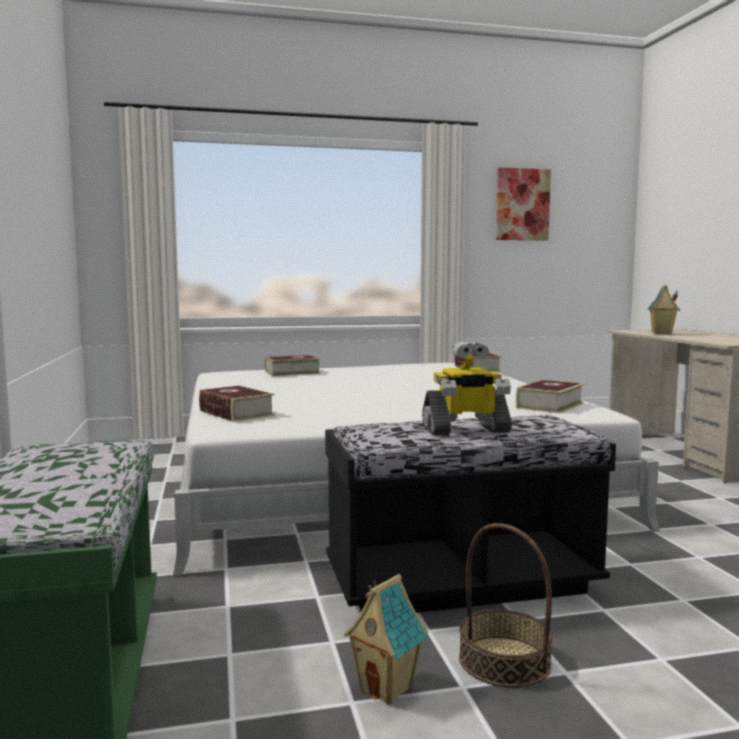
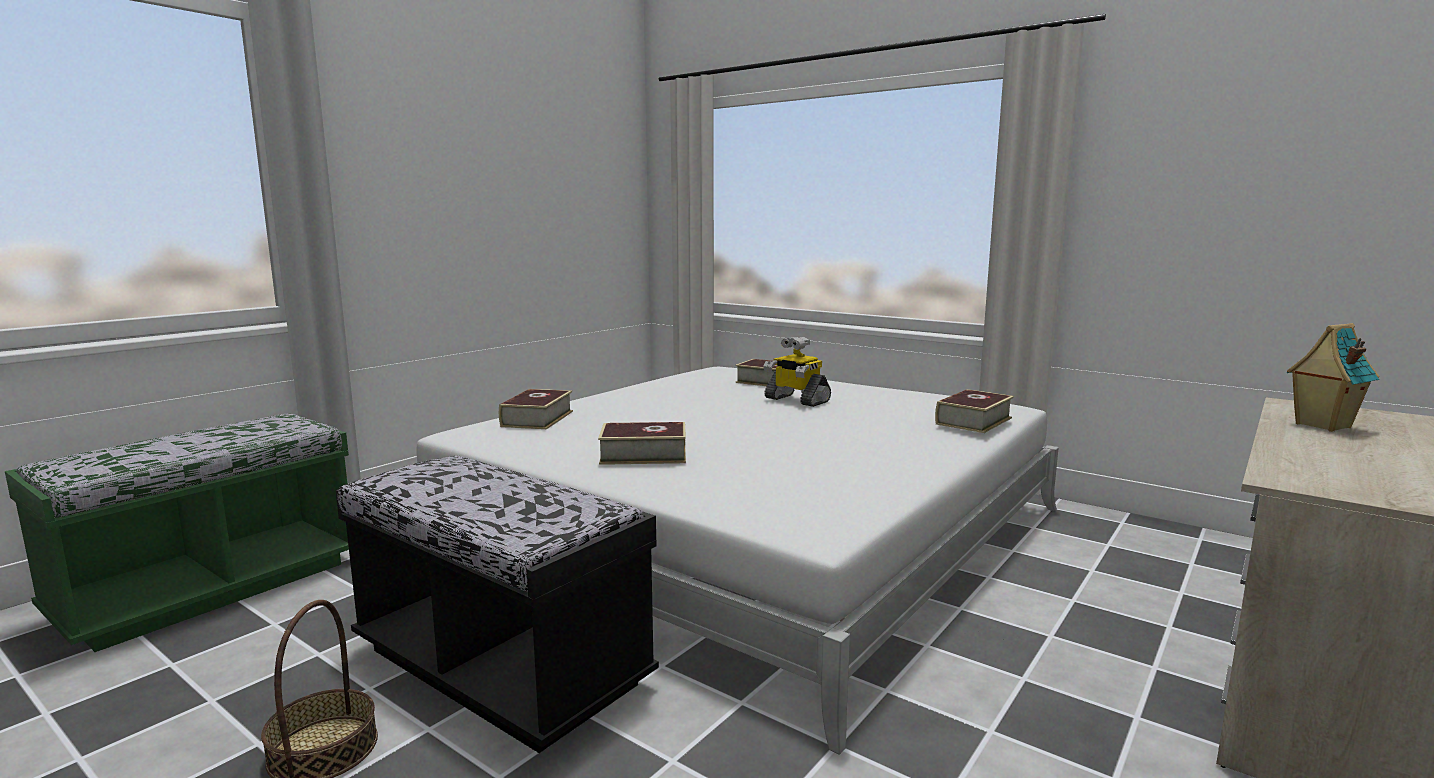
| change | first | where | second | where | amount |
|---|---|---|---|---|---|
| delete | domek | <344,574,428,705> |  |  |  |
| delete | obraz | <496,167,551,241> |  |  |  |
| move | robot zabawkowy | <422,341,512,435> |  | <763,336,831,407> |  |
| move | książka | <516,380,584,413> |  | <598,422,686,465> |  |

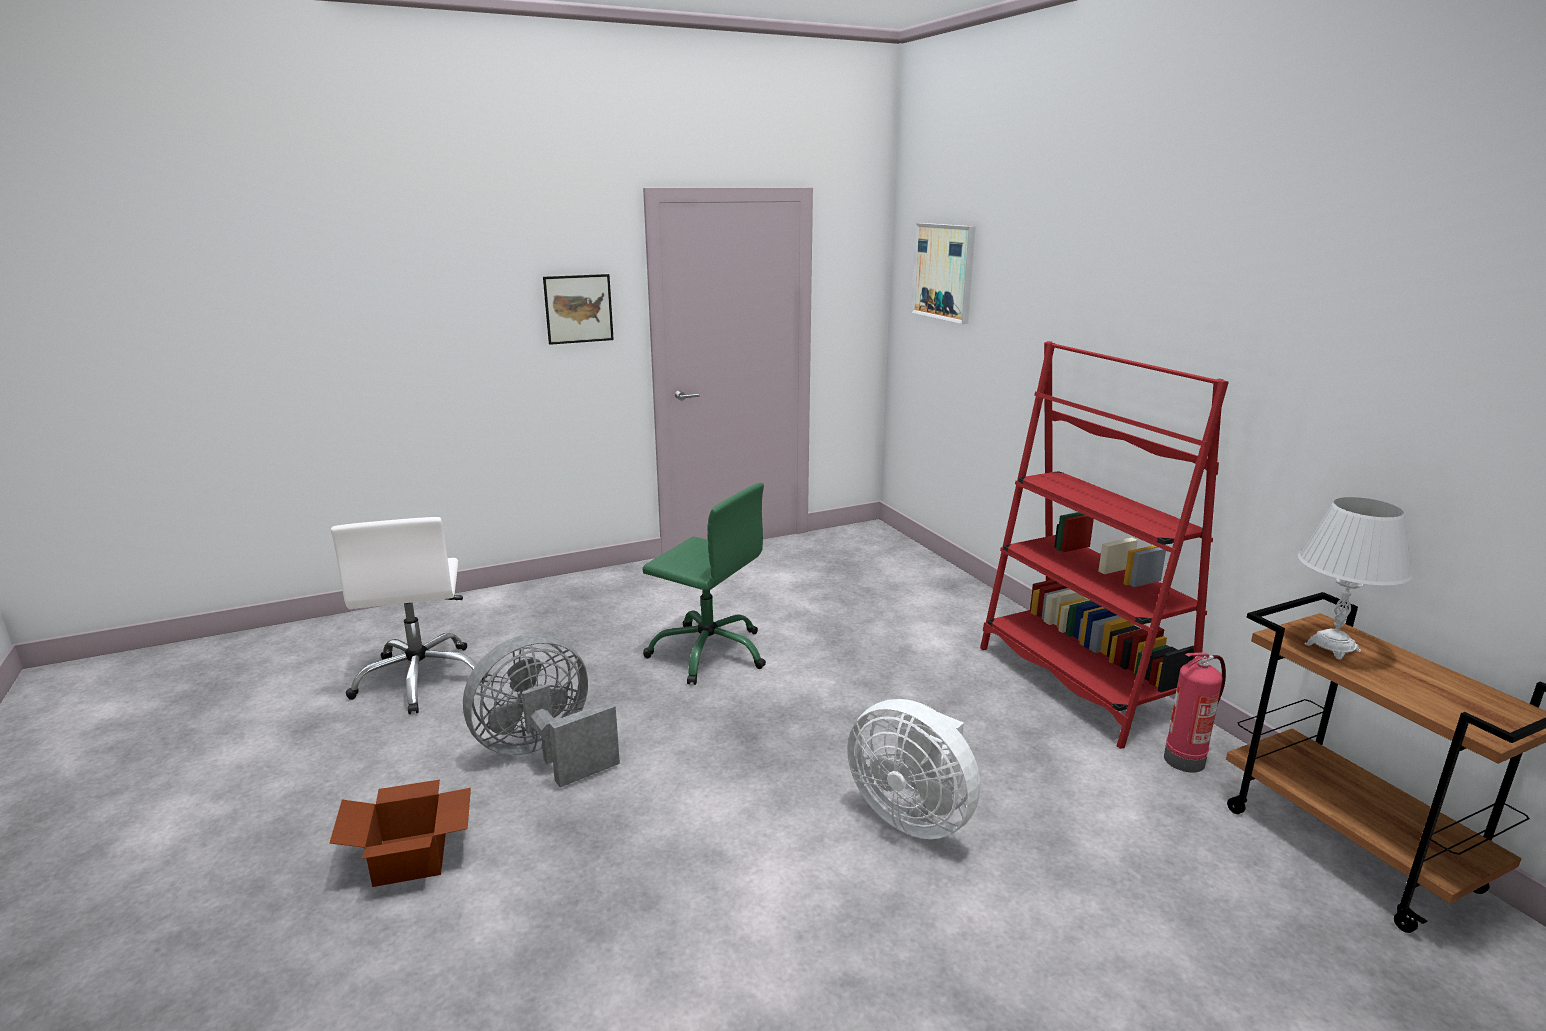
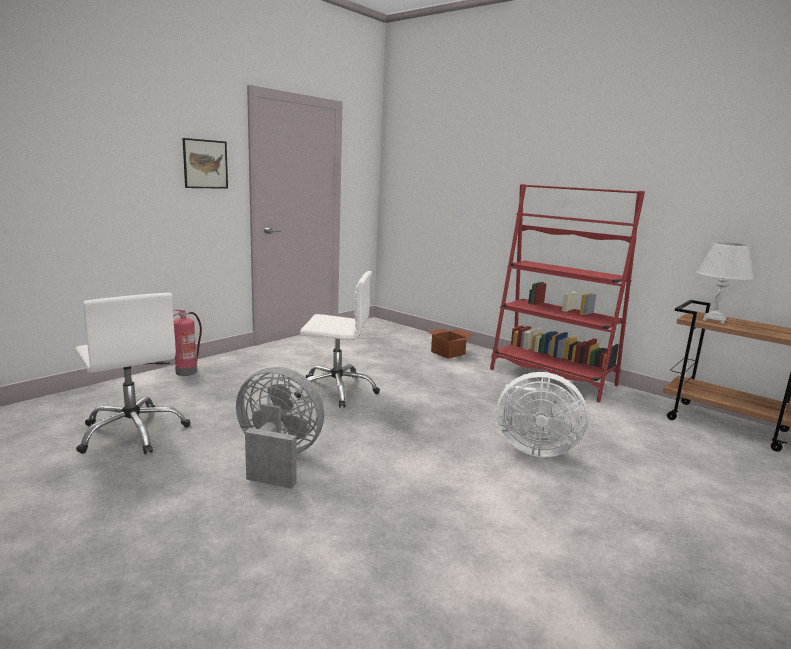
| change | first | where | second | where | amount |
|---|---|---|---|---|---|
| delete | obraz | <911,223,975,324> |  |  |  |
| move | karton | <330,780,471,887> |  | <428,329,474,359> |  |
| move | gaśnica | <1164,652,1226,772> |  | <173,310,202,376> |  |
| recolor | krzesło biurowe [zielony] | <642,483,766,685> | krzesło biurowe [biały] | <294,271,380,408> |  |
| rotate | wentylator [szary] | <463,634,620,787> |  | <236,367,324,489> | 75 degrees clockwise |

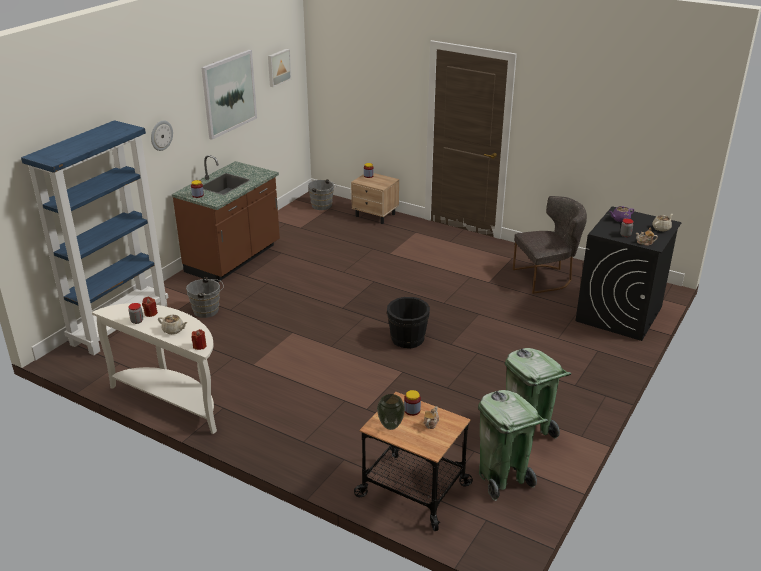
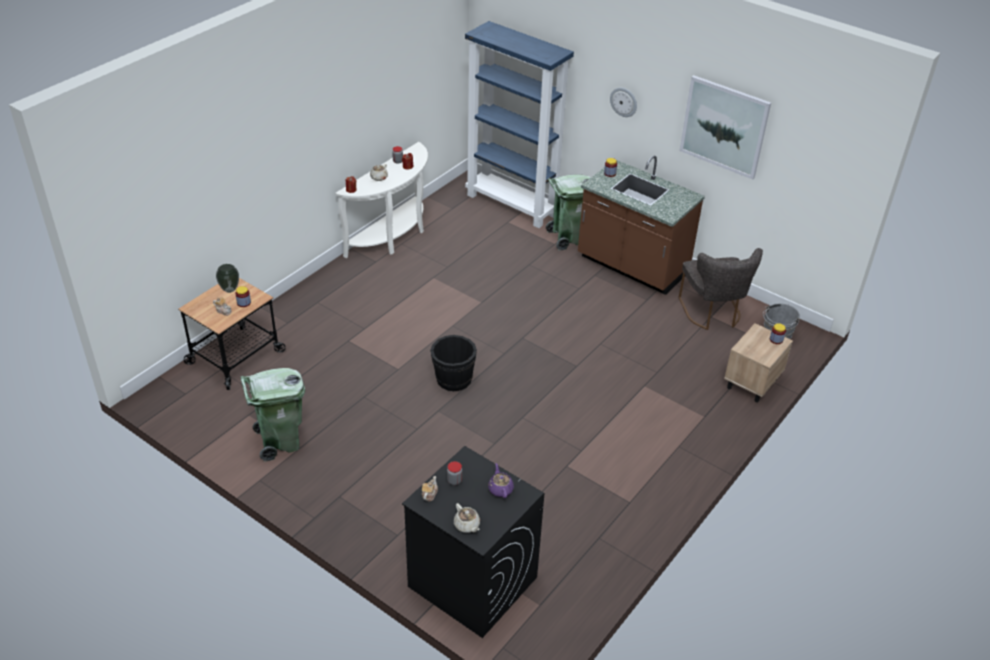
| change | first | where | second | where | amount |
|---|---|---|---|---|---|
| delete | wiadro [szary] | <186,277,224,318> |  |  |  |
| delete | obraz | <268,49,291,87> |  |  |  |
| move | kosz na śmieci [zielony] | <478,390,548,501> |  | <546,174,591,251> |  |
| move | krzesło [szary] | <513,196,587,294> |  | <679,248,763,330> |  |

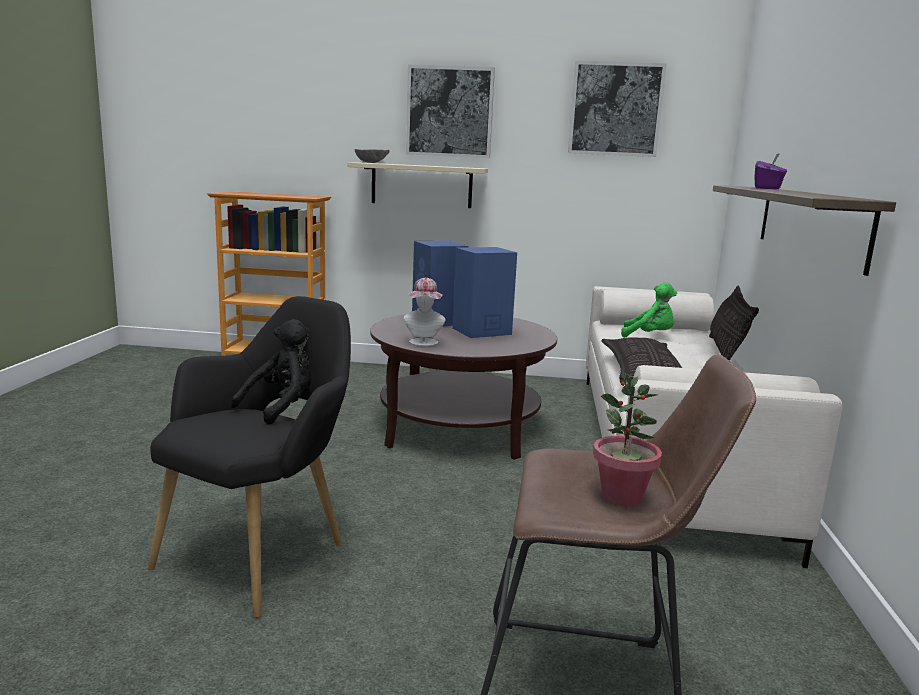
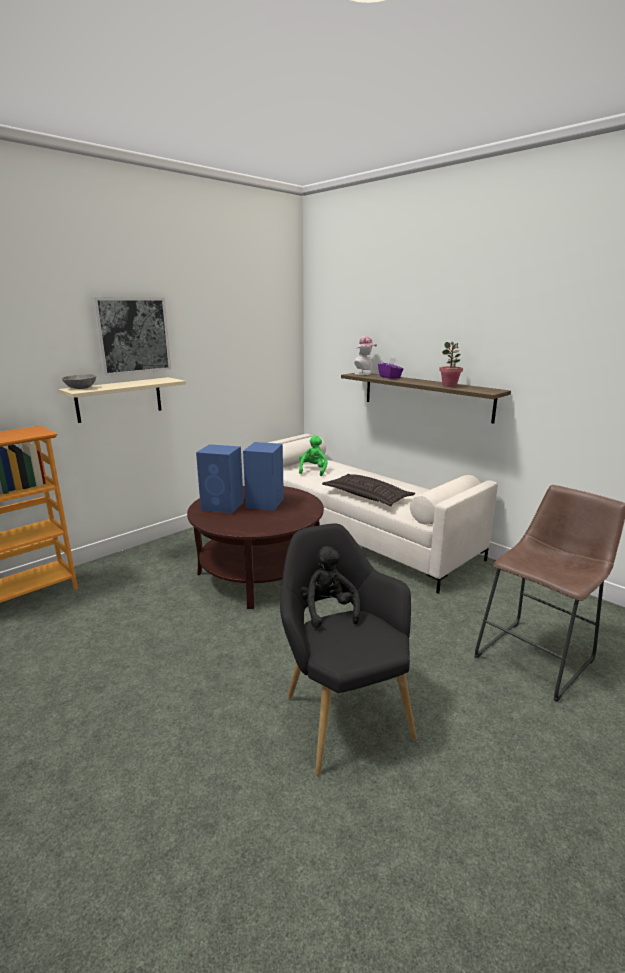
| change | first | where | second | where | amount |
|---|---|---|---|---|---|
| delete | obraz | <568,61,667,157> |  |  |  |
| delete | poduszka | <709,286,759,361> |  |  |  |
| move | kapelusz | <403,278,446,346> |  | <354,336,377,375> |  |
| move | roślina doniczkowa | <593,373,662,507> |  | <439,342,463,387> |  |
| rotate | pluszak [zielony] | <621,282,677,338> |  | <299,435,328,476> | 45 degrees counterclockwise |

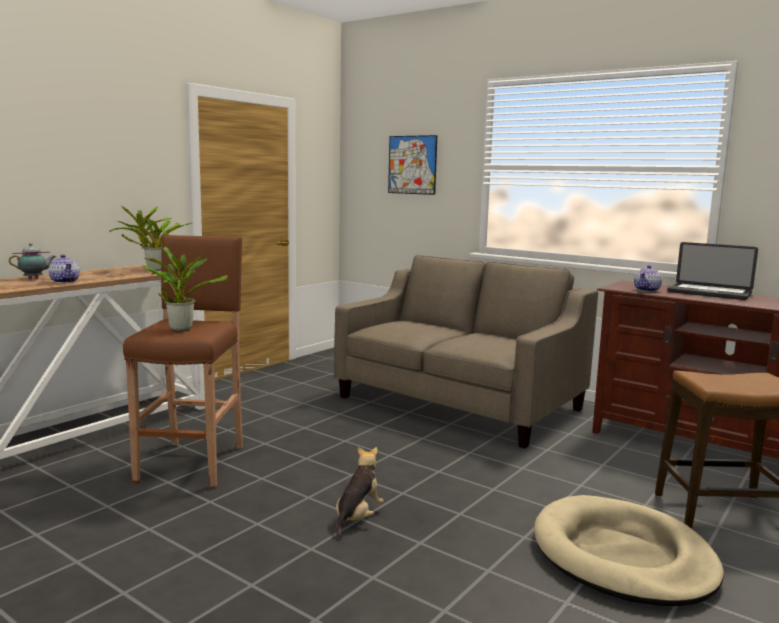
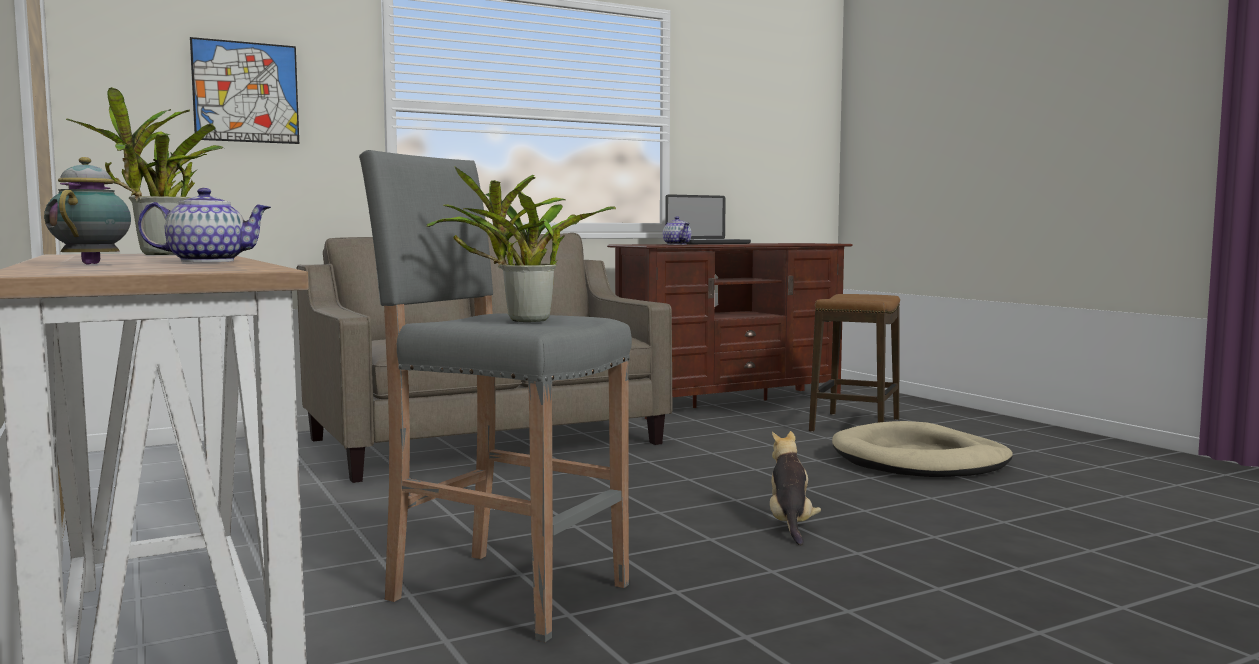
| change | first | where | second | where | amount |
|---|---|---|---|---|---|
| recolor | stołek [brązowy] | <123,235,243,488> | stołek [szary] | <359,150,632,642> |  |
| rotate | pluszak | <336,447,384,540> |  | <770,431,821,545> | 45 degrees clockwise |

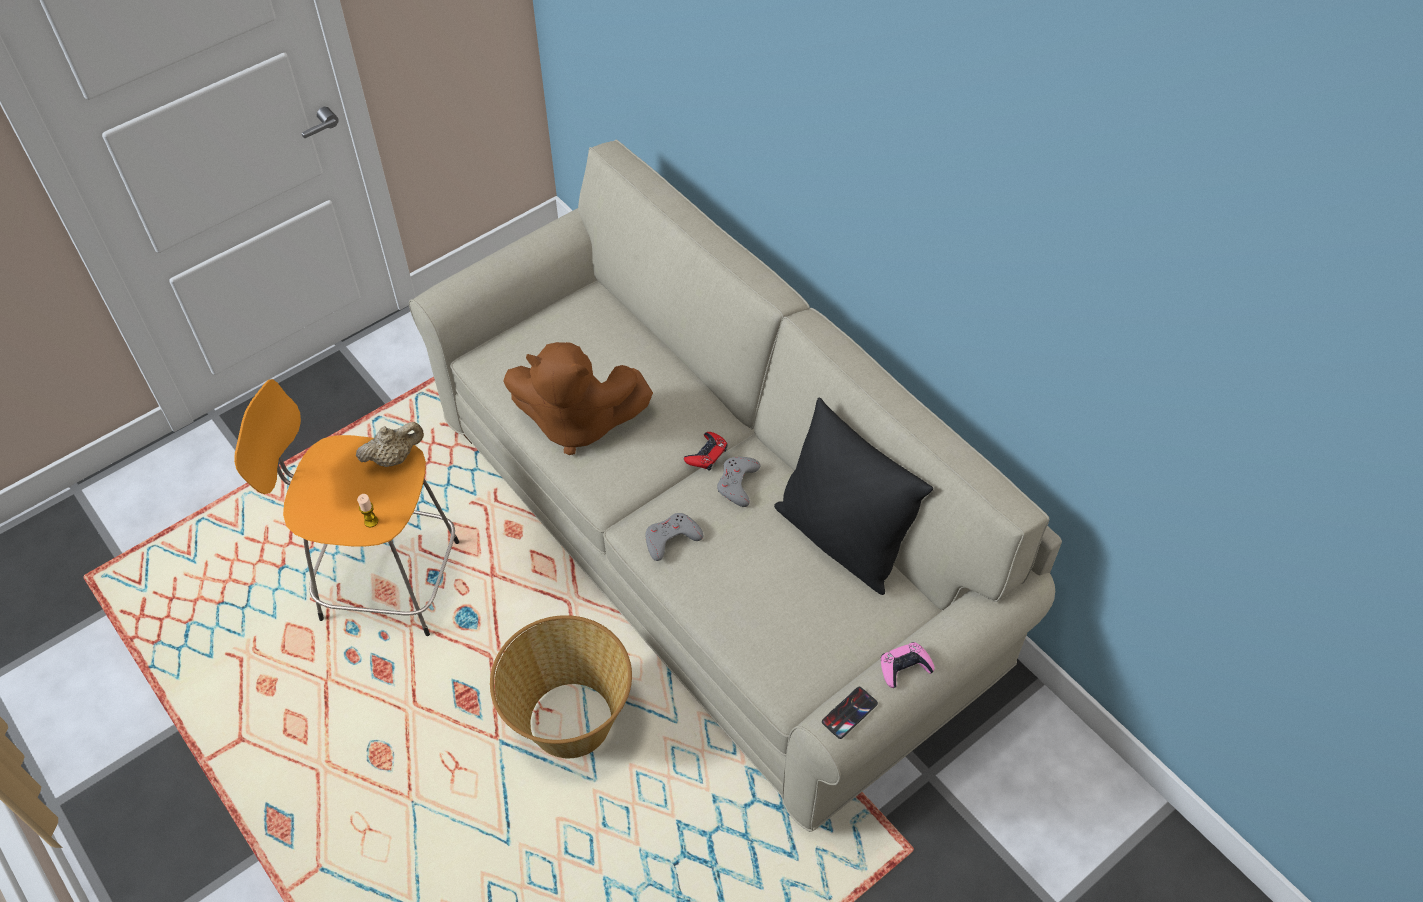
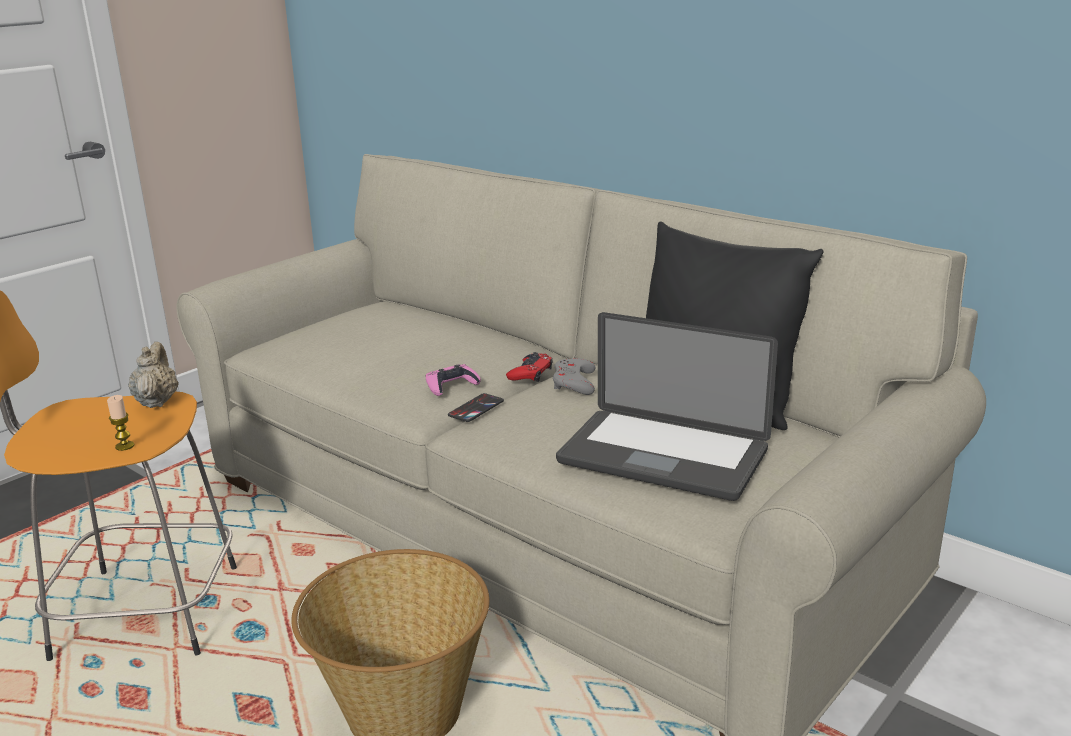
| change | first | where | second | where | amount |
|---|---|---|---|---|---|
| delete | pluszak [brązowy] | <503,342,653,455> |  |  |  |
| delete | pad do gier [szary] | <645,513,703,561> |  |  |  |
| insert |  |  | laptop | <556,312,778,501> |  |
| move | telefon | <822,687,878,739> |  | <448,393,504,422> |  |
| move | pad do gier [różowy] | <881,642,935,688> |  | <426,364,481,396> |  |
| rotate | imbryk [beżowy] | <356,422,424,467> |  | <128,342,179,408> | 60 degrees counterclockwise |

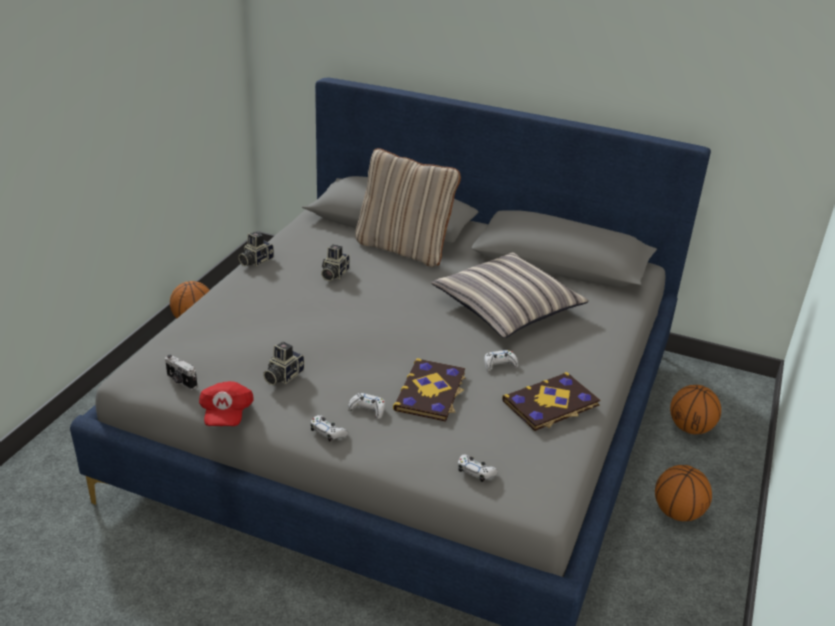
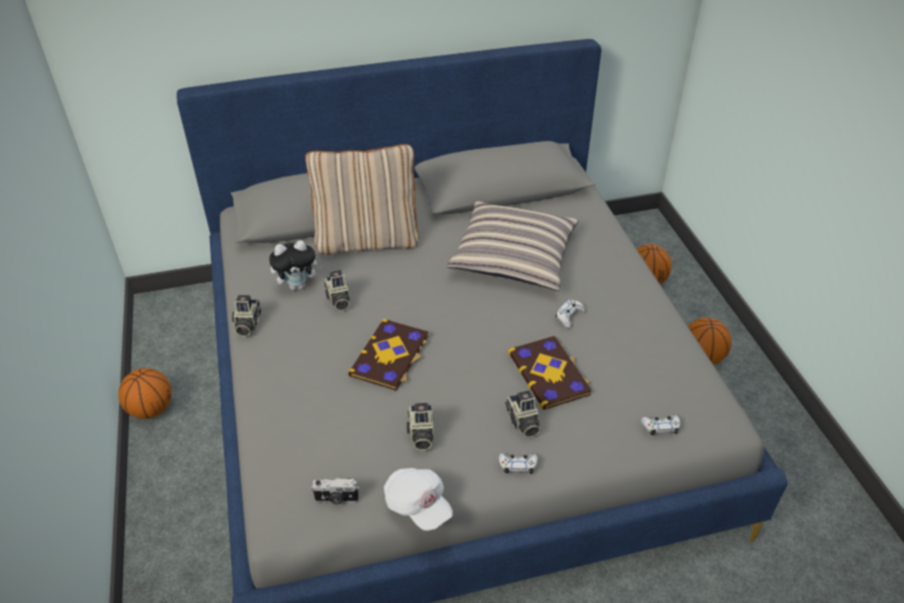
| change | first | where | second | where | amount |
|---|---|---|---|---|---|
| insert |  |  | pluszak | <269,240,323,290> |  |
| move | książka | <502,372,600,431> |  | <348,319,428,391> |  |
| replace | pad do gier [biały] | <348,393,385,419> | aparat fotograficzny | <505,390,541,438> |  |
| recolor | czapka z daszkiem [czerwony] | <199,381,254,426> | czapka z daszkiem [biały] | <384,468,453,531> |  |

